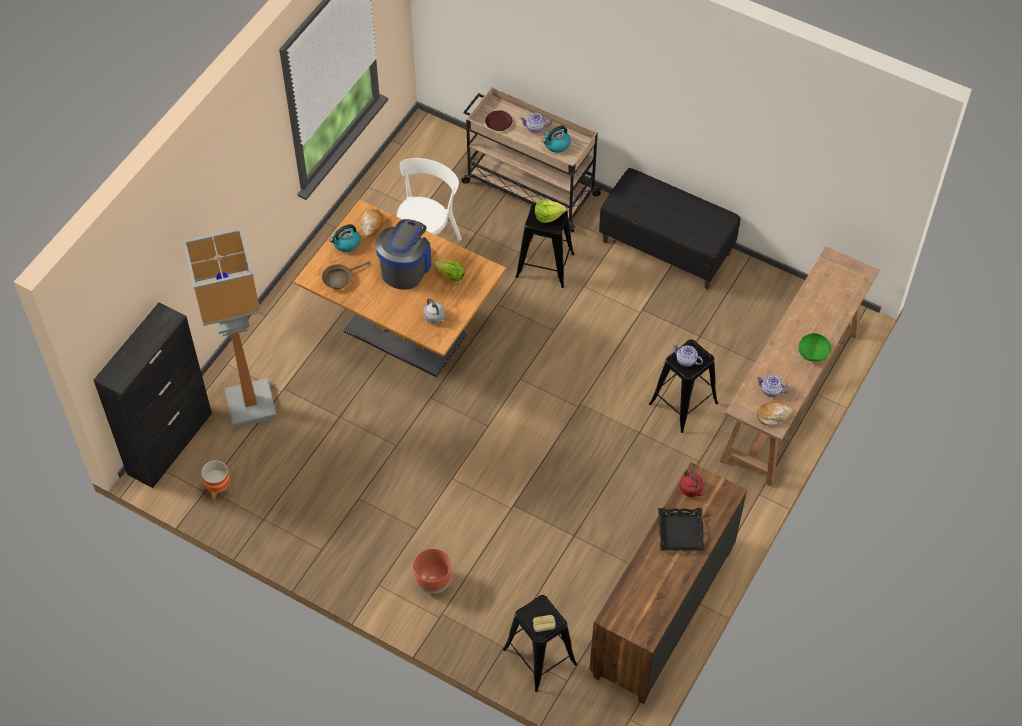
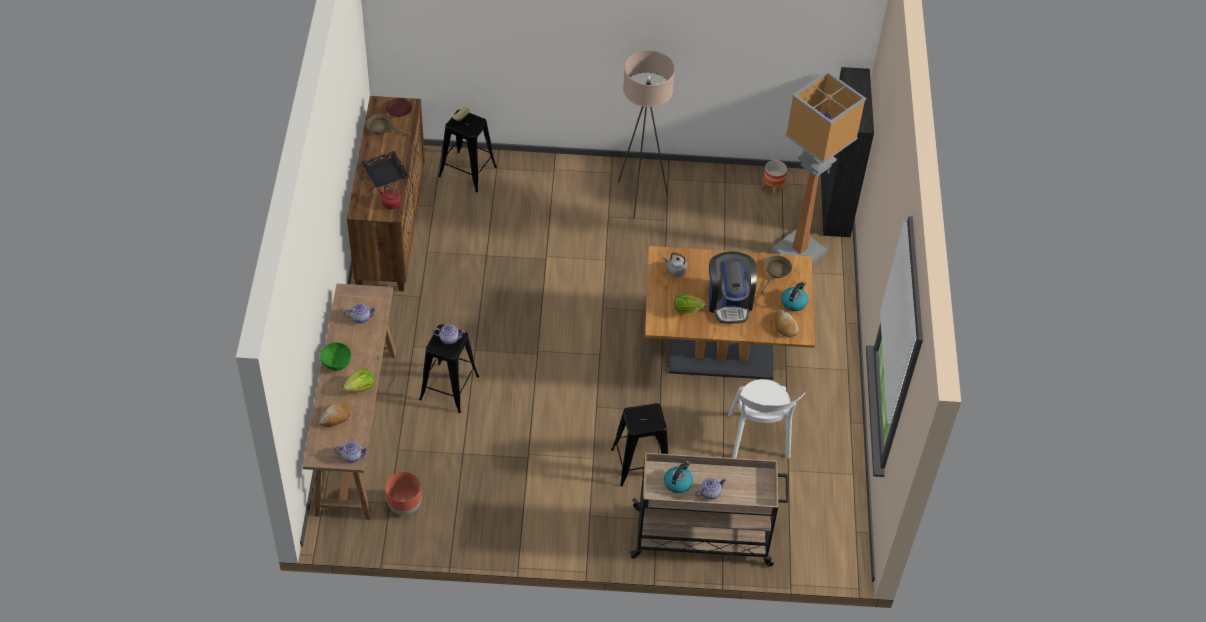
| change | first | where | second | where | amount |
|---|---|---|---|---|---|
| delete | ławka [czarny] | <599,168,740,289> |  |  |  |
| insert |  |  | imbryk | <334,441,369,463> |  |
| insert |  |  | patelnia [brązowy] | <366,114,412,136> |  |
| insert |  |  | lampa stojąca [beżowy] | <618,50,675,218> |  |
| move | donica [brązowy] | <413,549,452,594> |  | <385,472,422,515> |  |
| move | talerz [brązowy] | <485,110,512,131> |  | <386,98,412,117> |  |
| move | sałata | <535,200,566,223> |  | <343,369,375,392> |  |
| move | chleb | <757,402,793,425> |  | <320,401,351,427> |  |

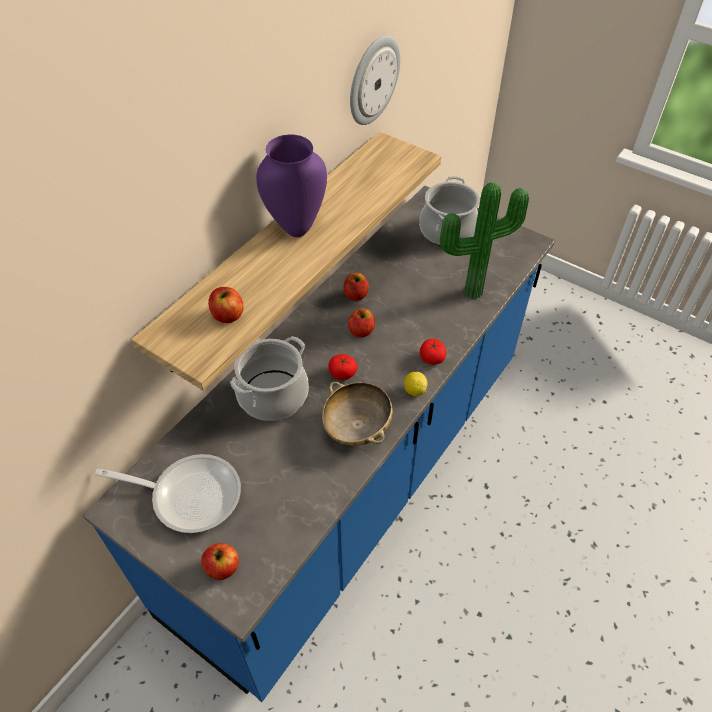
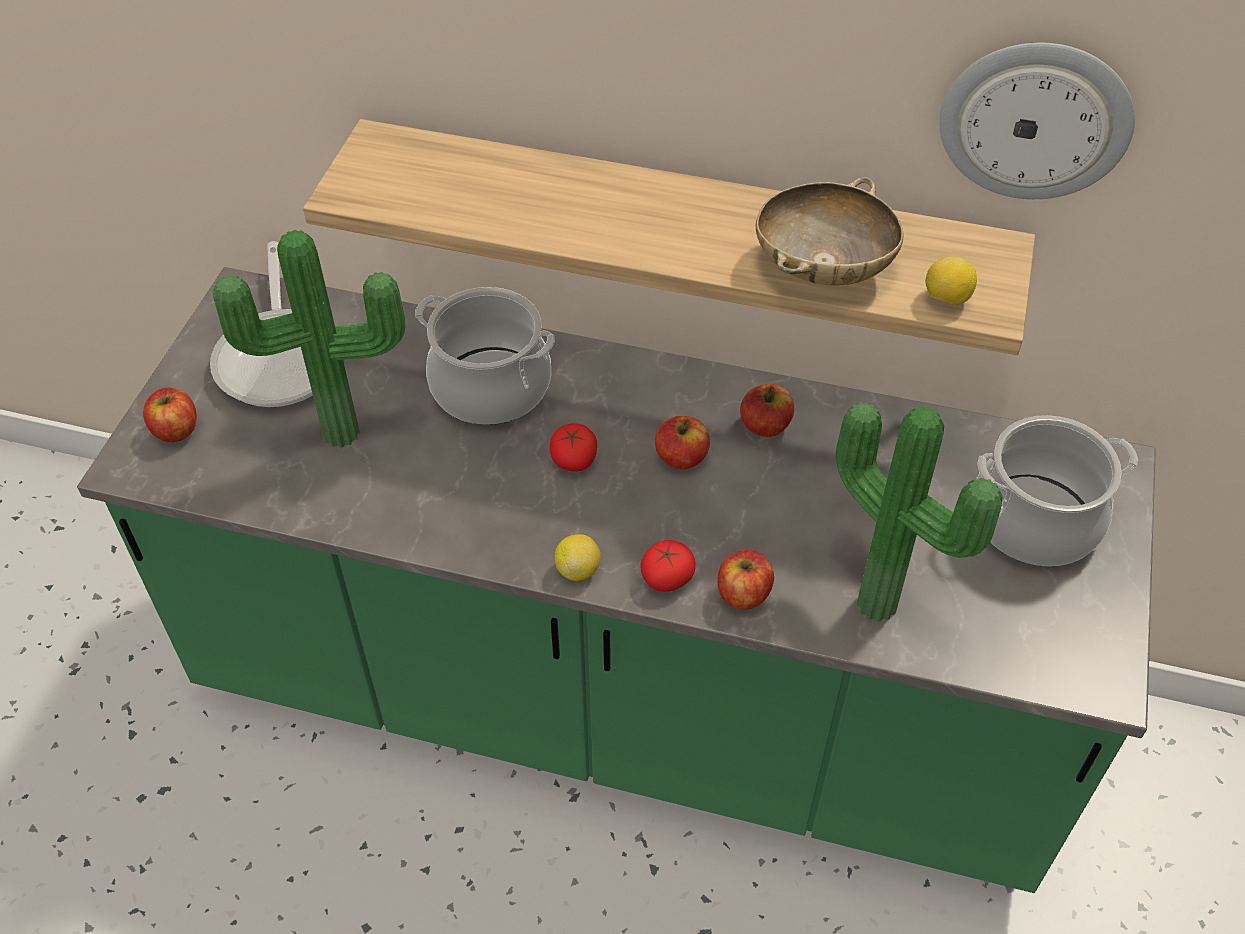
| change | first | where | second | where | amount |
|---|---|---|---|---|---|
| delete | wazon [fioletowy] | <256,134,327,237> |  |  |  |
| insert |  |  | roślina doniczkowa | <213,230,406,448> |  |
| insert |  |  | cytryna | <926,257,977,306> |  |
| move | jabłko | <208,287,243,323> |  | <717,550,774,610> |  |
| move | miska [beżowy] | <322,382,393,446> |  | <756,177,904,285> |  |
| recolor | zabudowa kuchenna [niebieski] | <83,186,555,702> | zabudowa kuchenna [zielony] | <77,267,1156,893> |  |

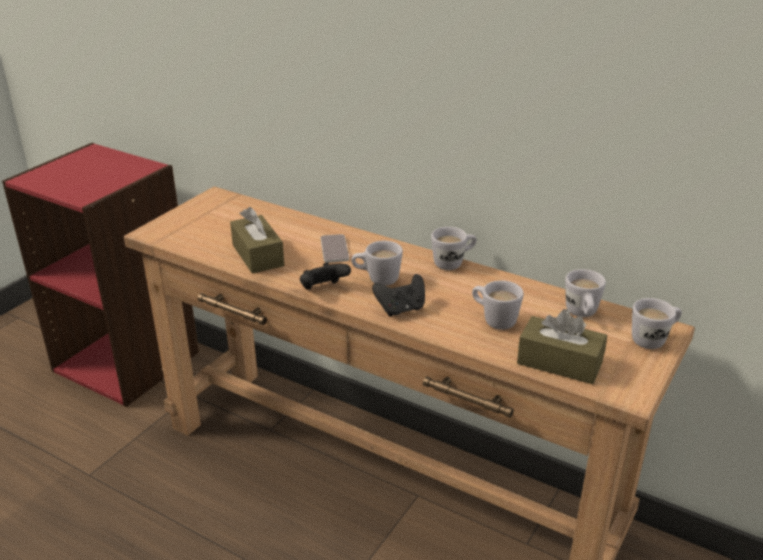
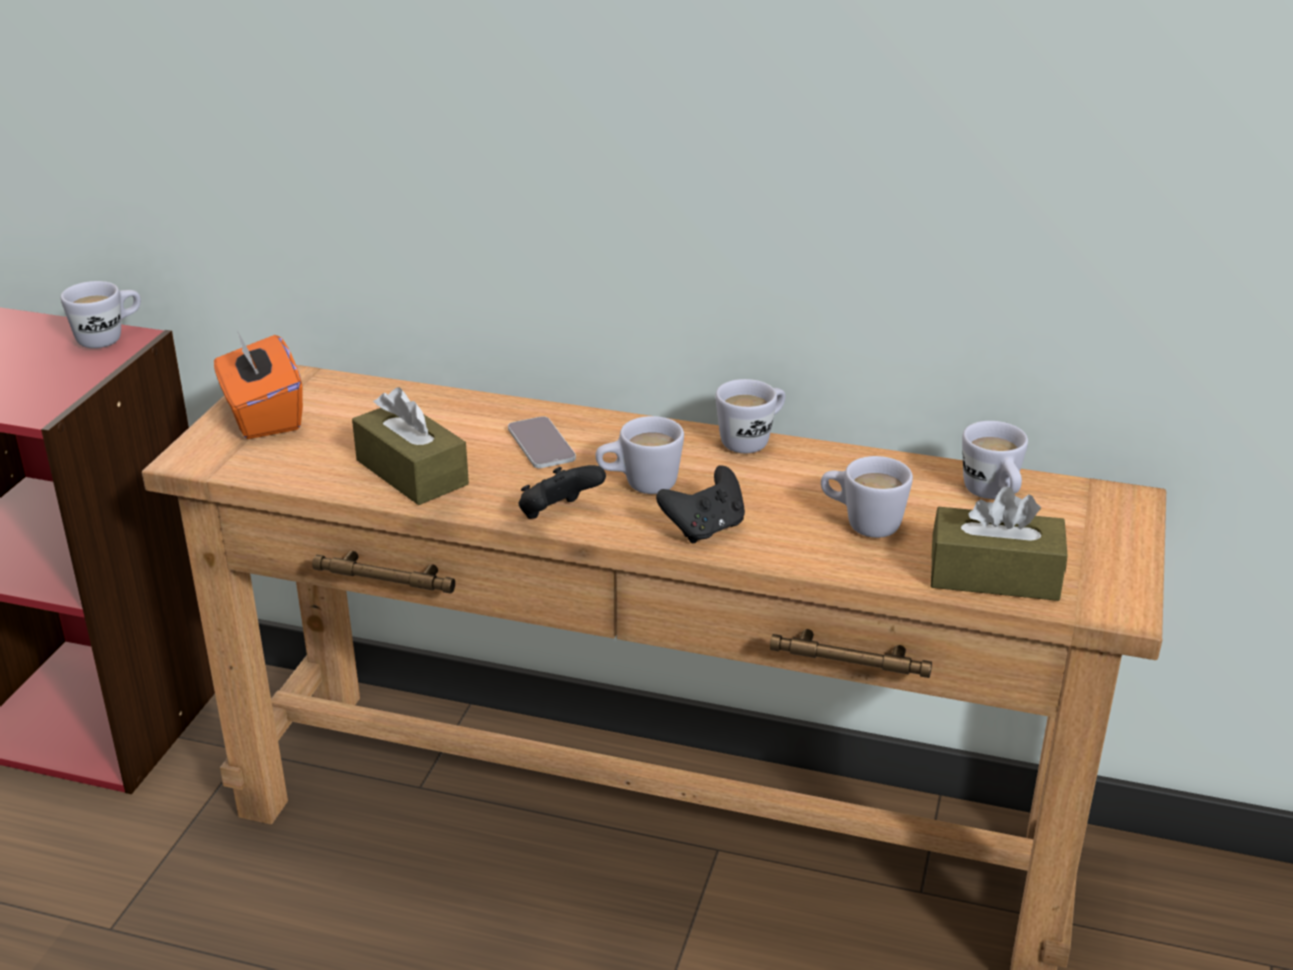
| change | first | where | second | where | amount |
|---|---|---|---|---|---|
| insert |  |  | pudełko chusteczek [pomarańczowy] | <214,330,303,439> |  |
| move | kubek [biały] | <632,298,682,349> |  | <61,281,141,348> |  |

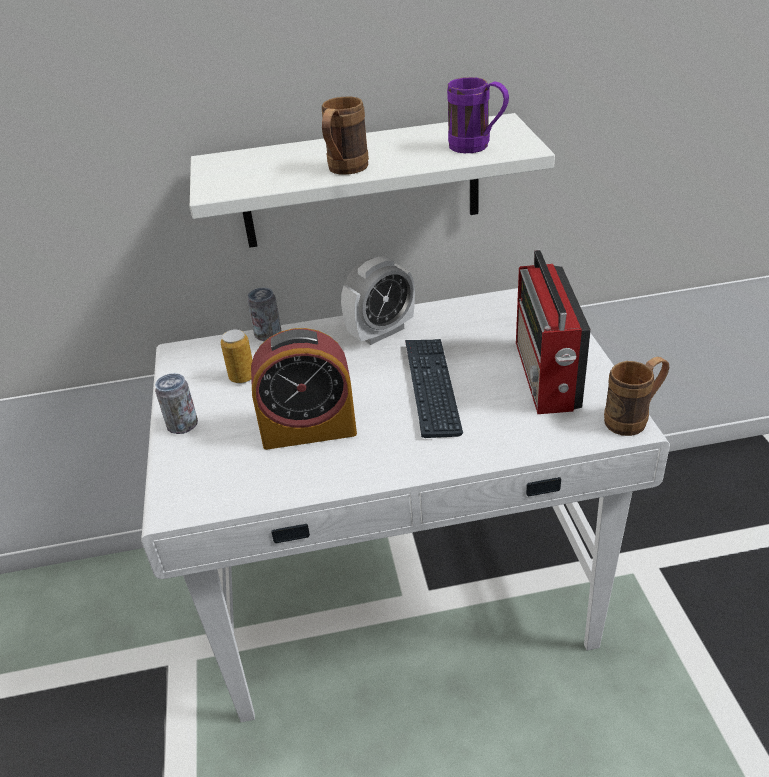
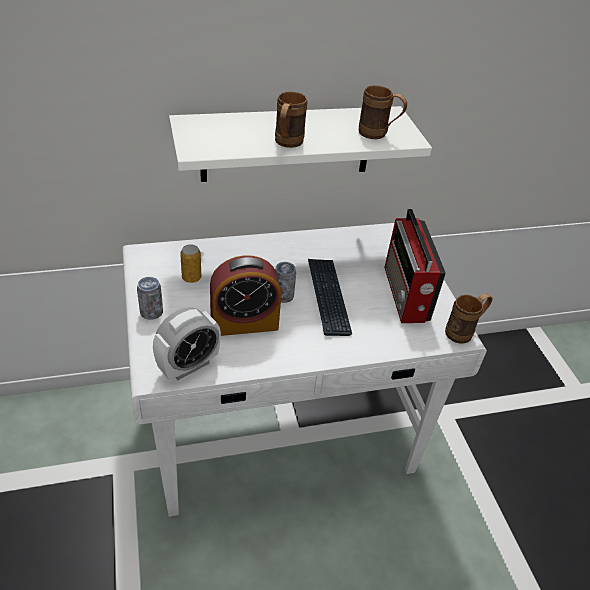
| change | first | where | second | where | amount |
|---|---|---|---|---|---|
| move | puszka | <247,287,281,341> |  | <275,262,296,303> |  |
| move | budzik | <341,256,415,345> |  | <153,307,221,380> |  |
| recolor | kubek [fioletowy] | <447,77,509,153> | kubek [brązowy] | <359,85,407,139> |  |

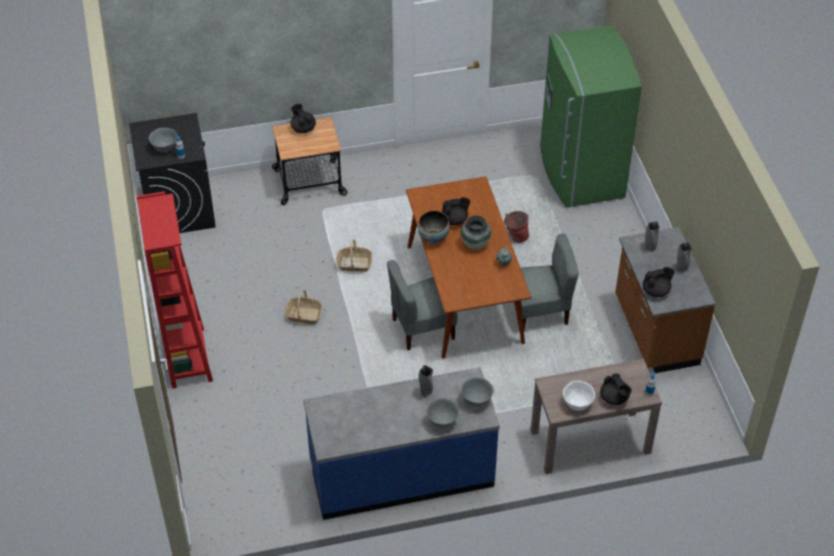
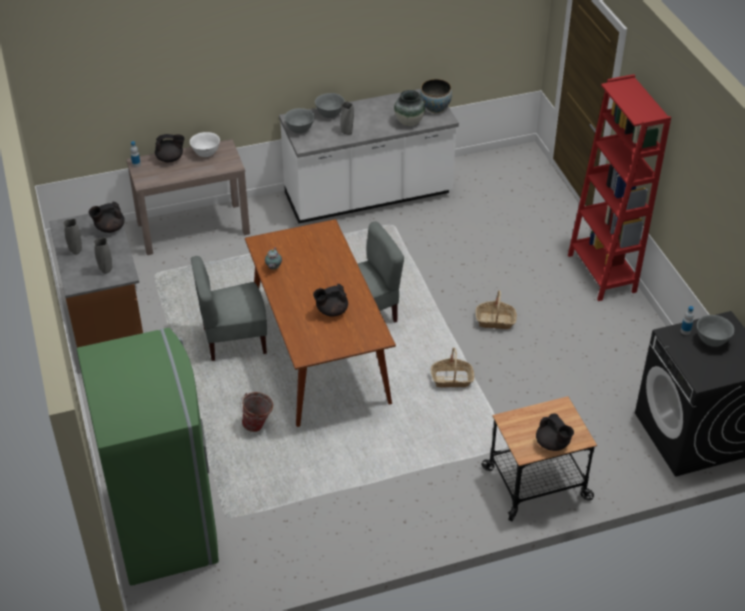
| change | first | where | second | where | amount |
|---|---|---|---|---|---|
| move | miska | <418,211,450,244> |  | <420,79,452,113> |  |
| move | wazon | <461,215,491,250> |  | <394,90,425,126> |  |
| recolor | zabudowa kuchenna [niebieski] | <303,367,500,520> | zabudowa kuchenna [biały] | <279,89,459,224> |  |
| rotate | imbryk [czarny] | <600,373,632,405> |  | <155,134,185,162> | 120 degrees clockwise |

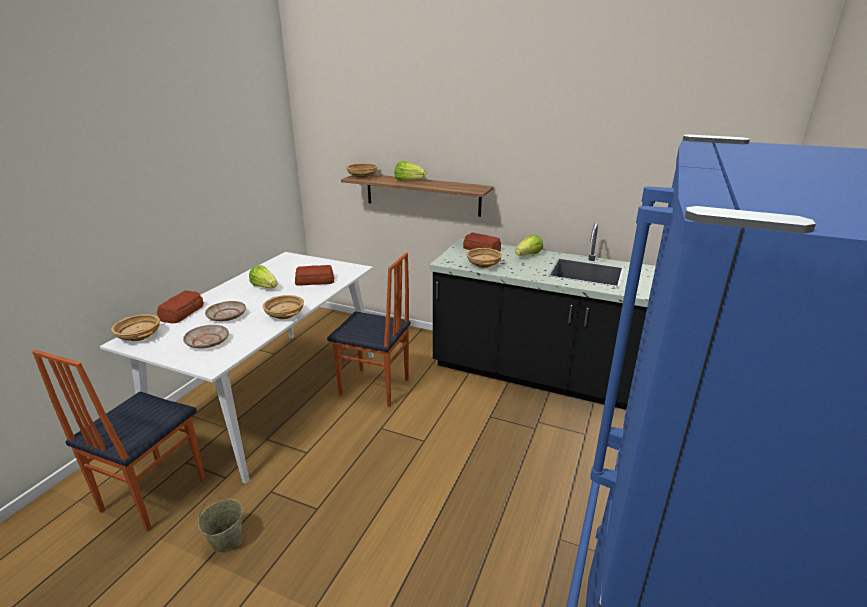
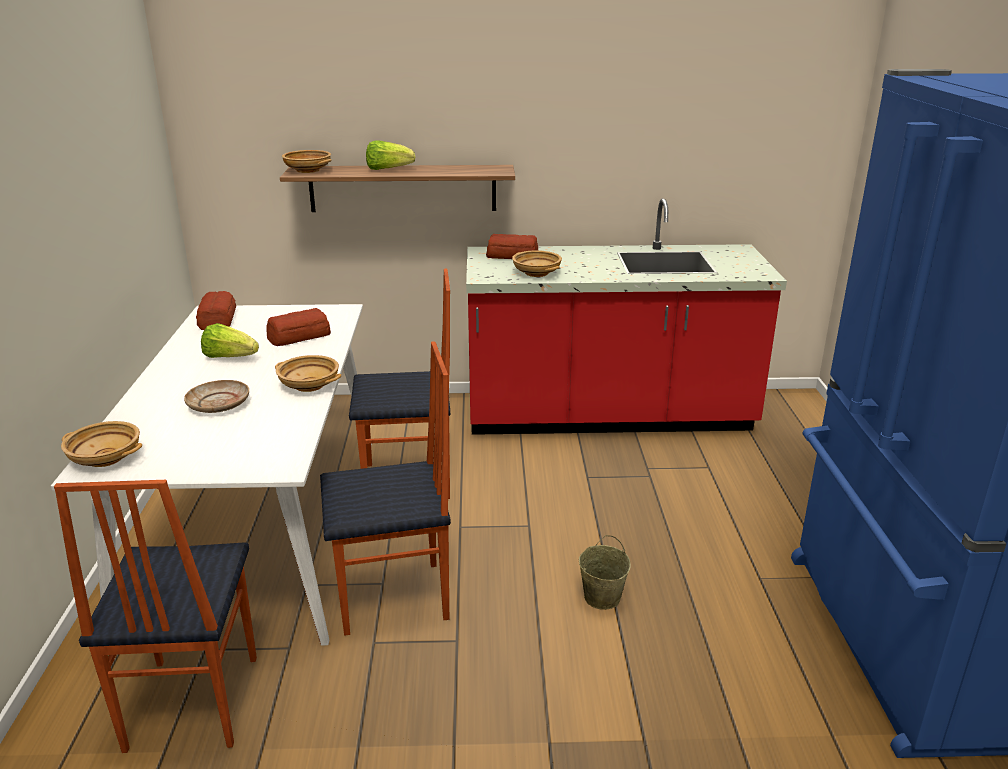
| change | first | where | second | where | amount |
|---|---|---|---|---|---|
| delete | talerz [beżowy] | <183,325,229,348> |  |  |  |
| delete | sałata | <515,234,543,256> |  |  |  |
| insert |  |  | krzesło | <320,341,451,636> |  |
| move | chleb | <157,290,204,323> |  | <196,291,236,330> |  |
| move | wiadro [beżowy] | <198,497,242,553> |  | <579,535,631,610> |  |
| recolor | zabudowa kuchenna [czarny] | <429,223,656,410> | zabudowa kuchenna [czerwony] | <466,199,787,435> |  |

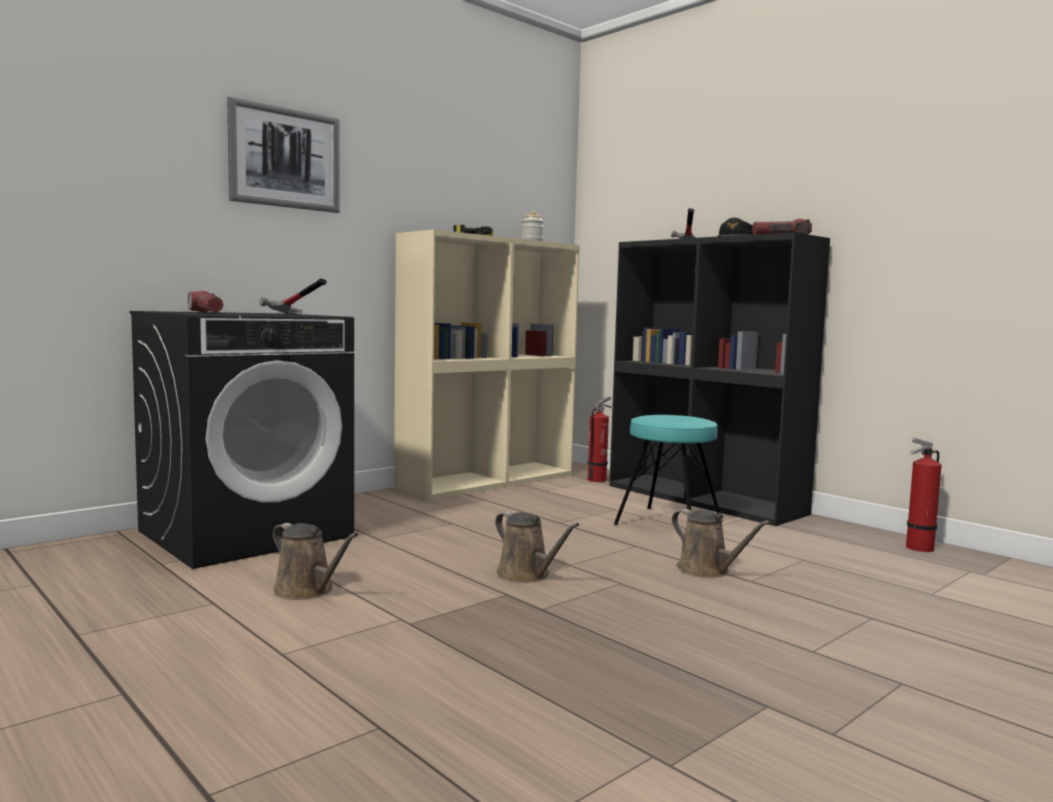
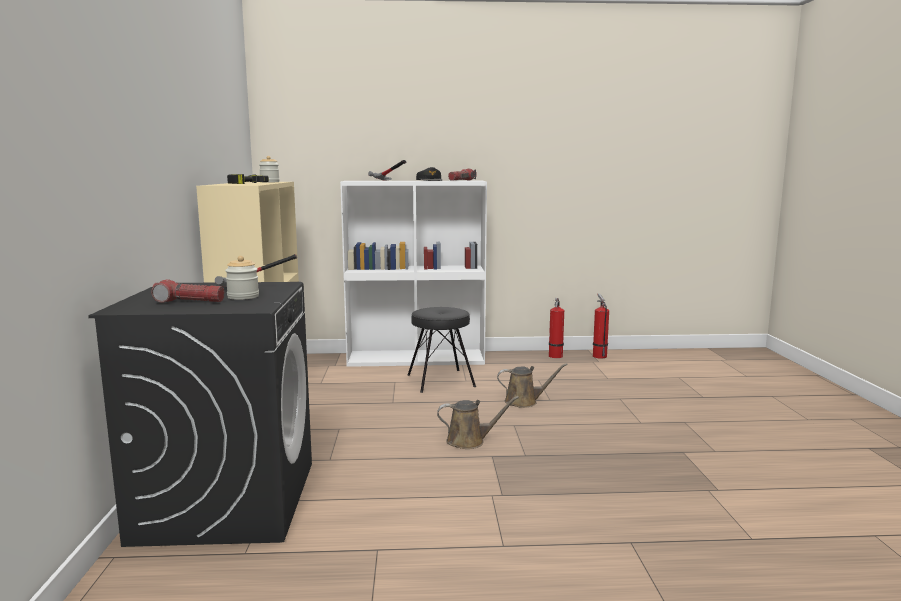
| change | first | where | second | where | amount |
|---|---|---|---|---|---|
| delete | obraz | <227,97,340,213> |  |  |  |
| delete | konewka [brązowy] | <273,523,358,600> |  |  |  |
| insert |  |  | słoik | <225,256,259,300> |  |
| move | gaśnica | <588,396,612,482> |  | <593,293,609,359> |  |
| recolor | regał [czarny] | <609,232,830,526> | regał [biały] | <340,181,487,367> |  |
| recolor | stołek [turkusowy] | <613,415,723,525> | stołek [czarny] | <408,307,476,393> |  |

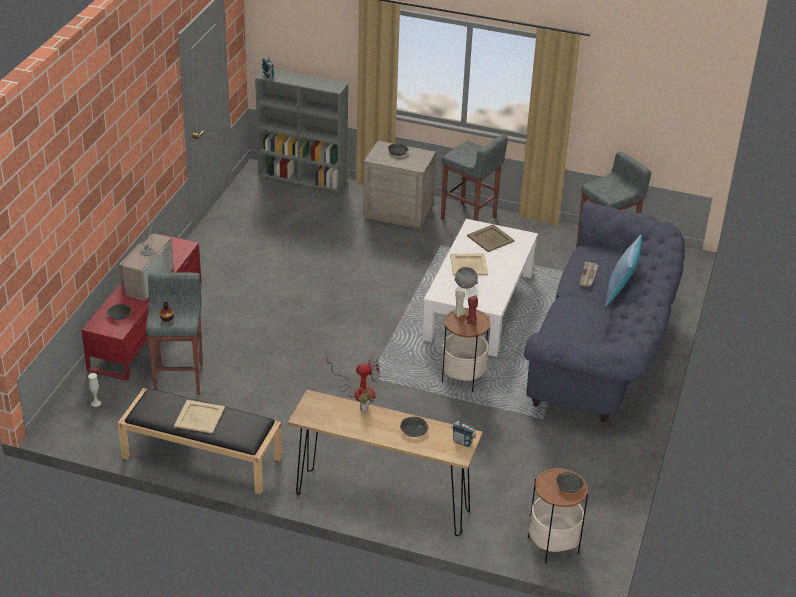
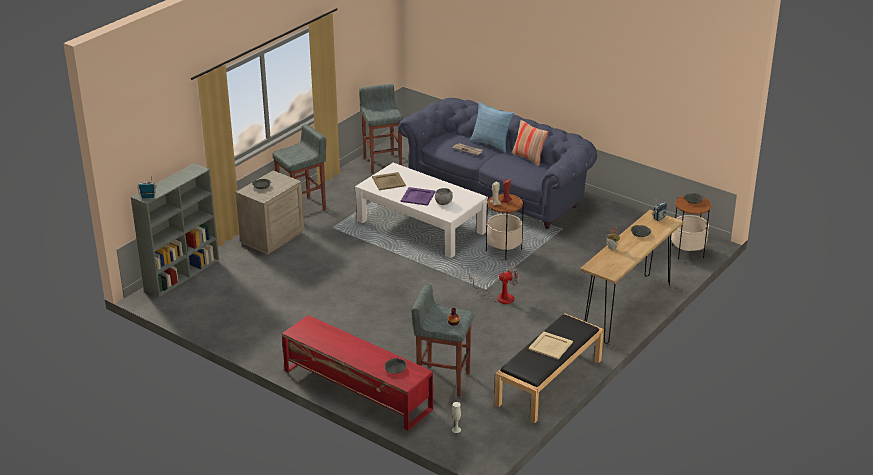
| change | first | where | second | where | amount |
|---|---|---|---|---|---|
| delete | telewizor | <119,215,174,301> |  |  |  |
| insert |  |  | poduszka | <512,120,548,166> |  |
| recolor | taca [beżowy] | <450,254,488,275> | taca [fioletowy] | <401,187,435,206> |  |
| rotate | wentylator | <327,355,380,401> |  | <469,265,519,304> | 60 degrees clockwise |

